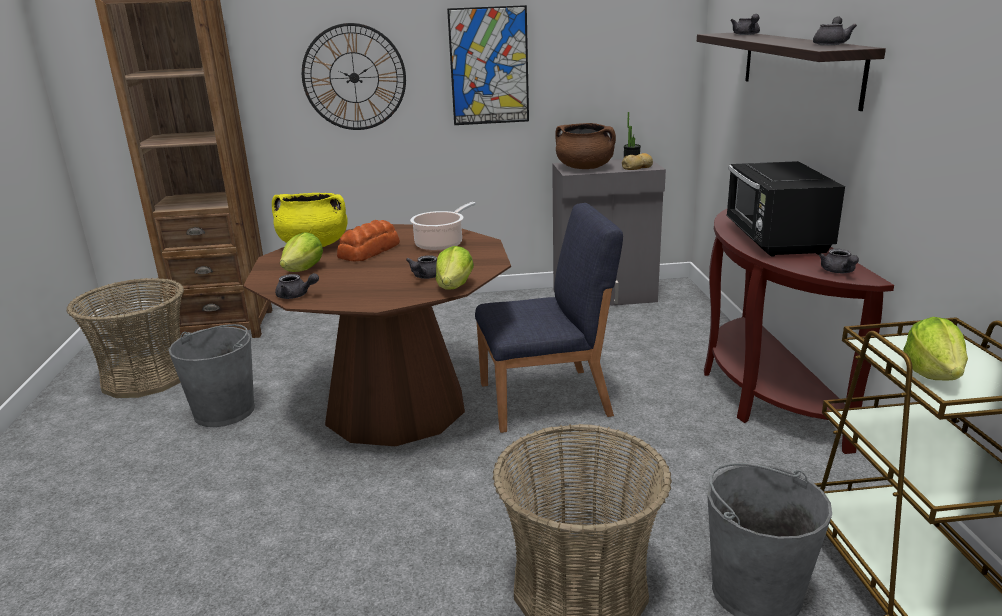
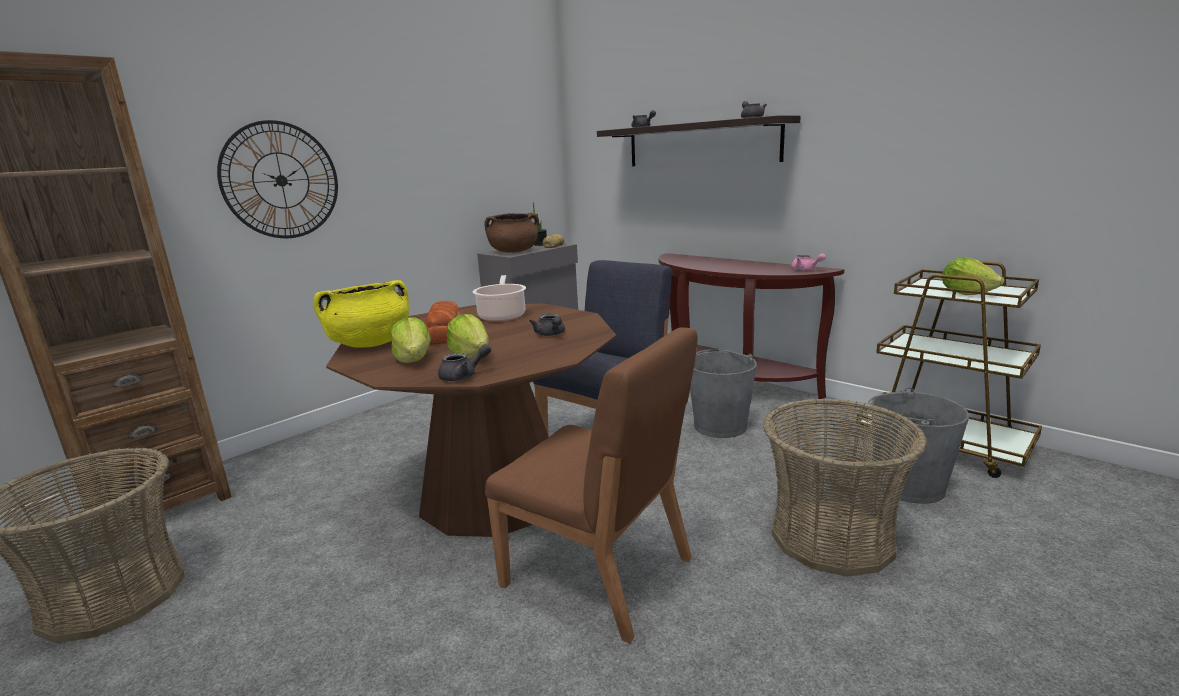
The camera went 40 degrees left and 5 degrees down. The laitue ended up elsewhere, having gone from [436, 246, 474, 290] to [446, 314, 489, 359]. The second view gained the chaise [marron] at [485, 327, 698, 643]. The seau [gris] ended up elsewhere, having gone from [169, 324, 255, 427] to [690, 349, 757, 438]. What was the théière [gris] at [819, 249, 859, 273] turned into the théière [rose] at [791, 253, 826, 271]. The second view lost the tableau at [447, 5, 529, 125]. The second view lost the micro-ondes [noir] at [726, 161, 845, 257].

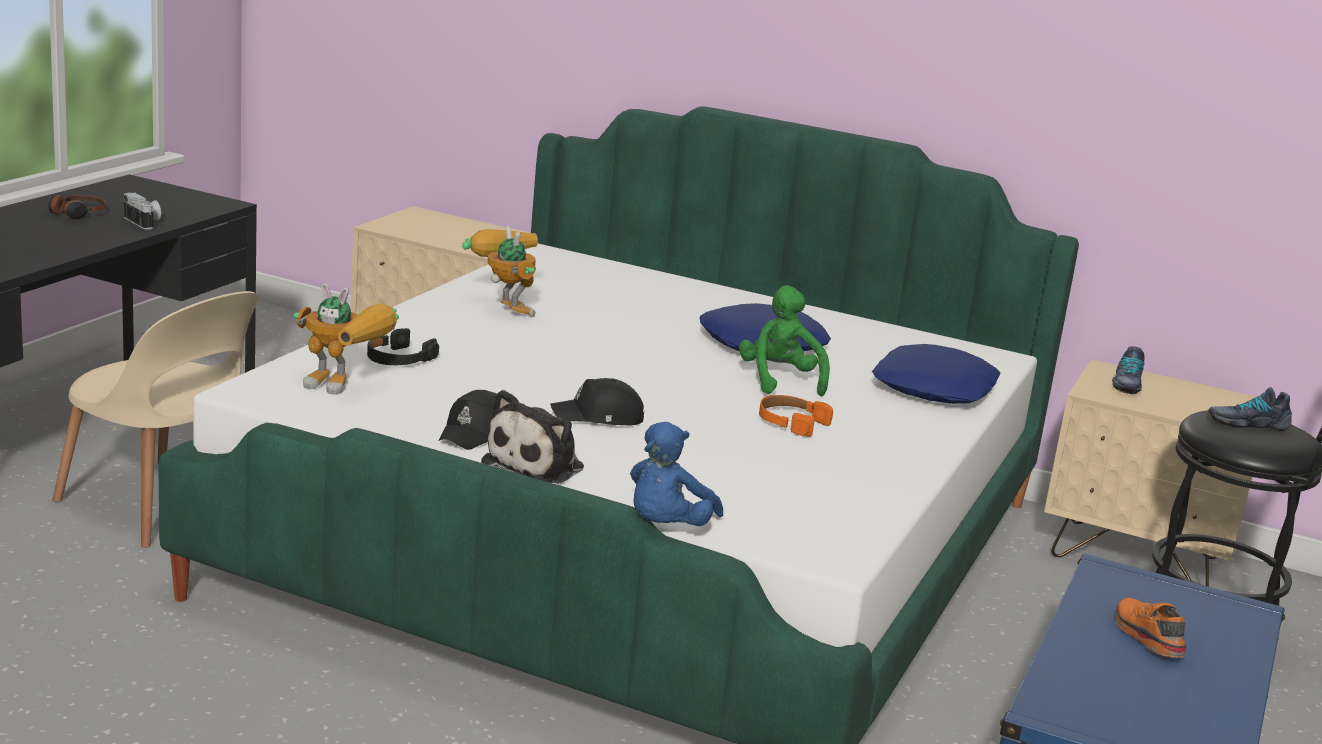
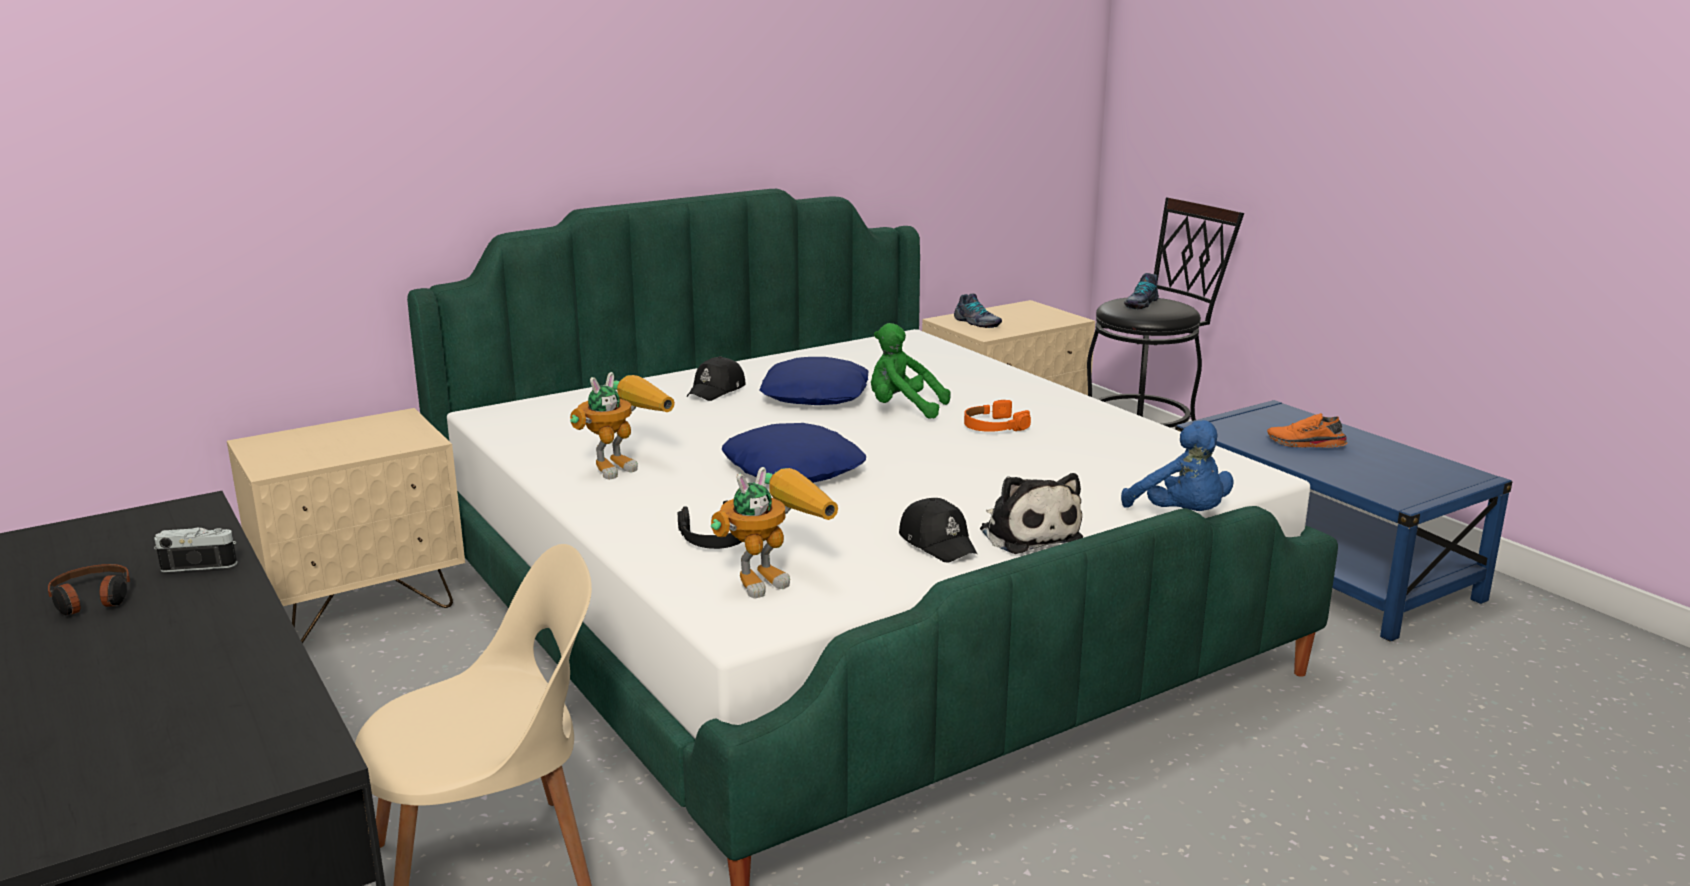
The camera went 55 degrees left and 0 degrees up. The robot jouet at [462, 226, 538, 317] ended up facing another way, 135 degrees clockwise from before. The casquette [noir] ended up elsewhere, having gone from [550, 378, 644, 425] to [687, 356, 746, 401]. The coussin [bleu] ended up elsewhere, having gone from [872, 344, 1001, 404] to [722, 423, 866, 483].

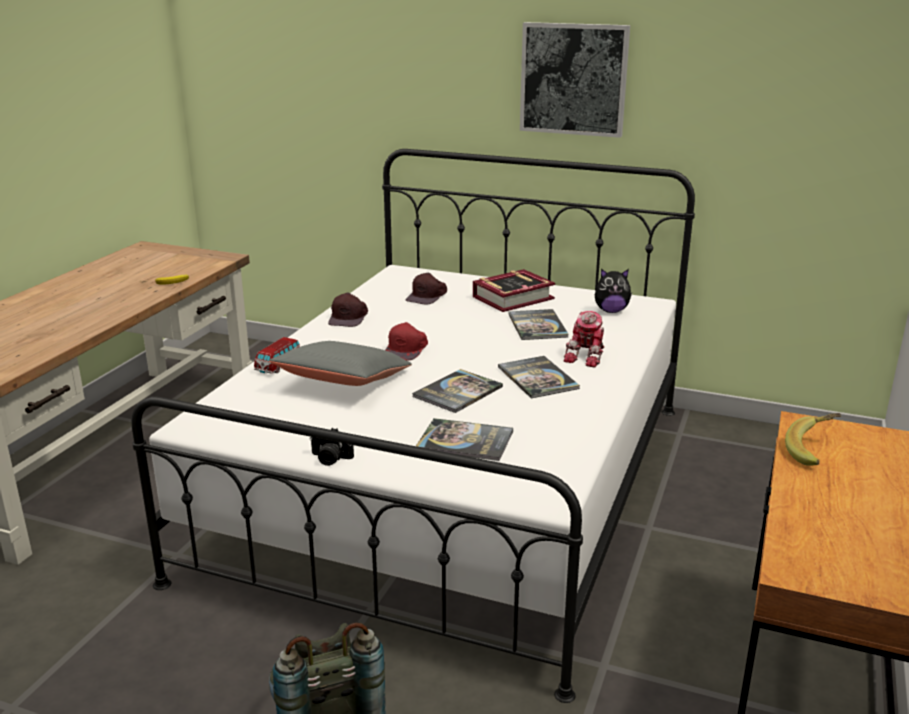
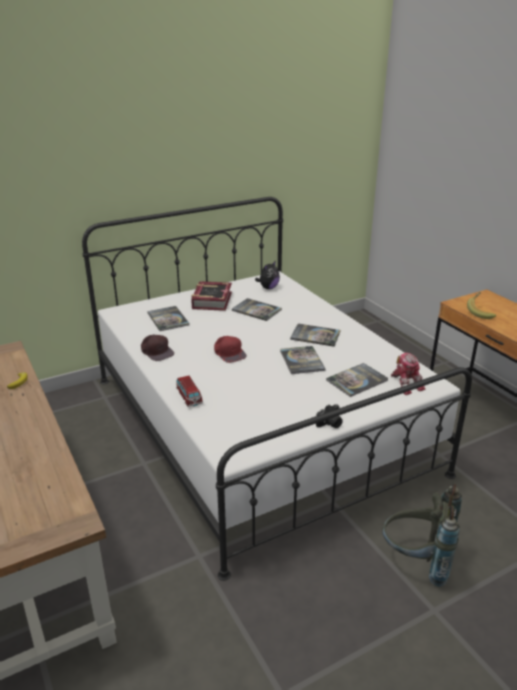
The camera went 50 degrees left and 5 degrees up. Where the casquette [marron] stood at [406, 273, 447, 305], the livre came to stand at [147, 306, 189, 331]. The robot jouet ended up elsewhere, having gone from [564, 311, 605, 368] to [391, 353, 425, 395]. The second view lost the coussin [gris] at [269, 341, 412, 386]. The second view lost the tableau at [520, 22, 630, 138].

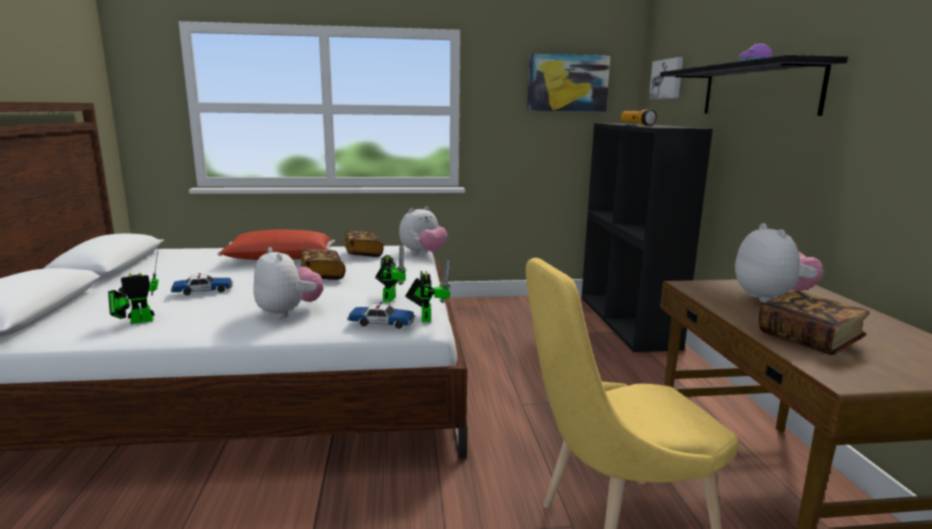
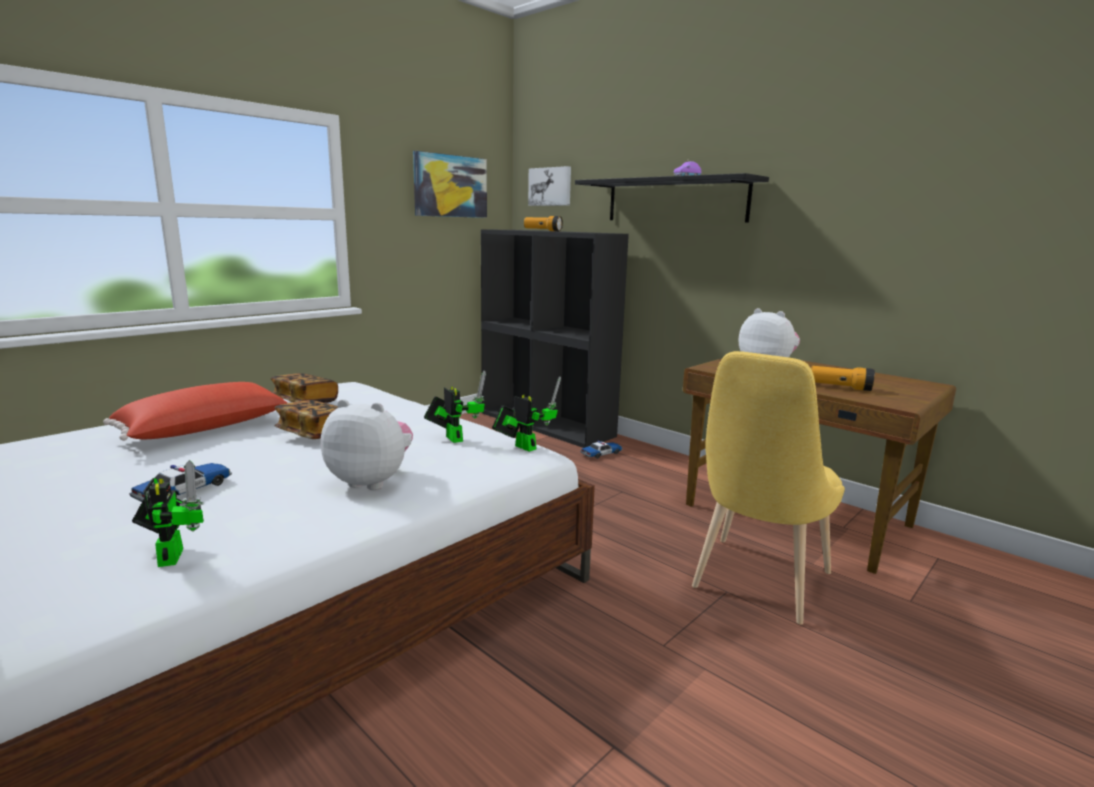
The camera went 40 degrees left and 0 degrees up. The robot jouet at [108, 249, 159, 324] ended up facing another way, 135 degrees clockwise from before. The petite voiture ended up elsewhere, having gone from [347, 302, 415, 329] to [580, 441, 623, 459]. Where the livre stood at [759, 291, 870, 355], the lampe de poche came to stand at [811, 366, 875, 391]. The second view lost the peluche at [399, 206, 448, 254].

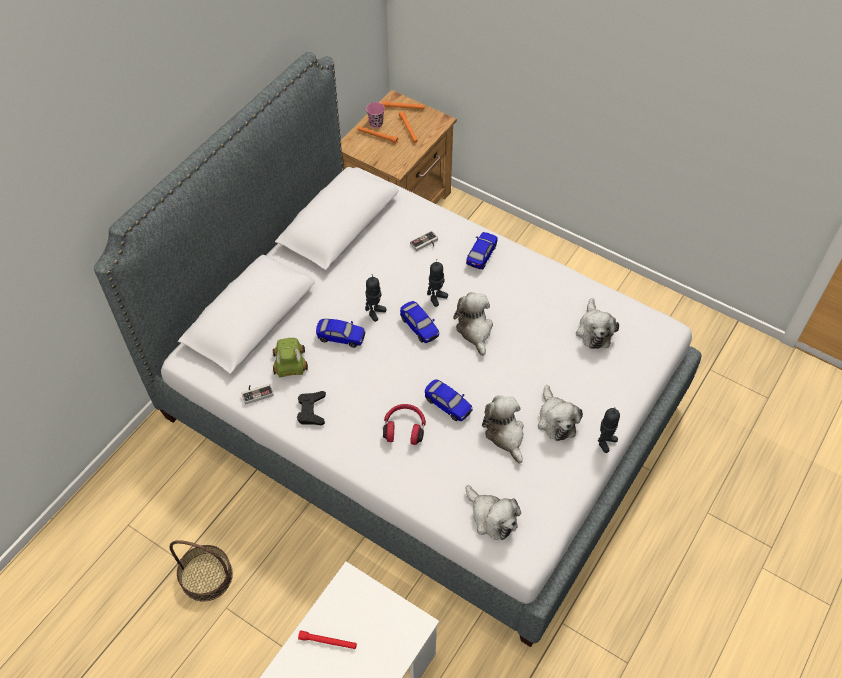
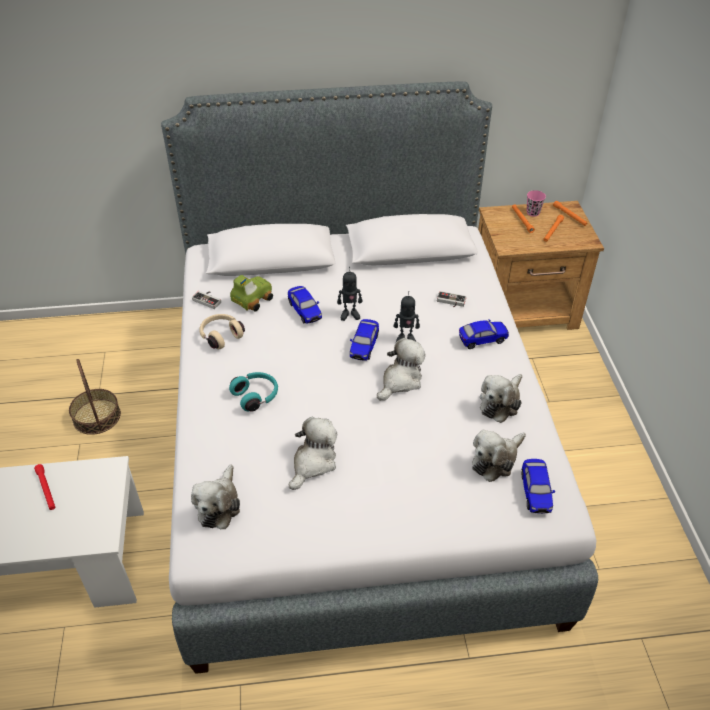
The camera went 50 degrees right and 10 degrees down. Where the manette [noir] stood at [297, 391, 326, 426], the casque audio [beige] came to stand at [200, 314, 245, 349]. What was the casque audio [rouge] at [383, 404, 426, 445] turned into the casque audio [turquoise] at [229, 372, 278, 412]. The peluche ended up elsewhere, having gone from [538, 385, 583, 441] to [480, 374, 522, 423]. The petite voiture ended up elsewhere, having gone from [425, 379, 473, 421] to [521, 459, 555, 514]. The second view lost the robot jouet at [598, 407, 620, 453].

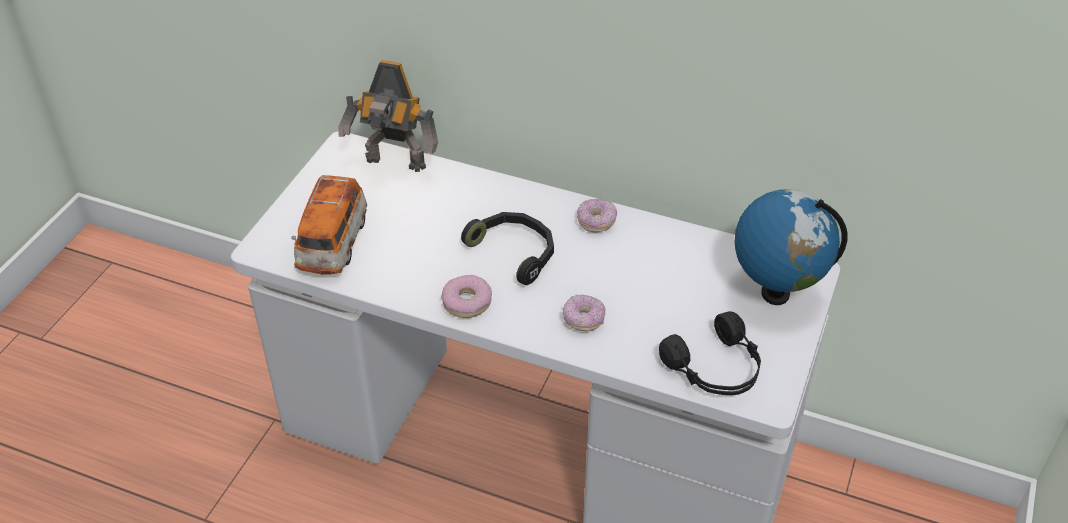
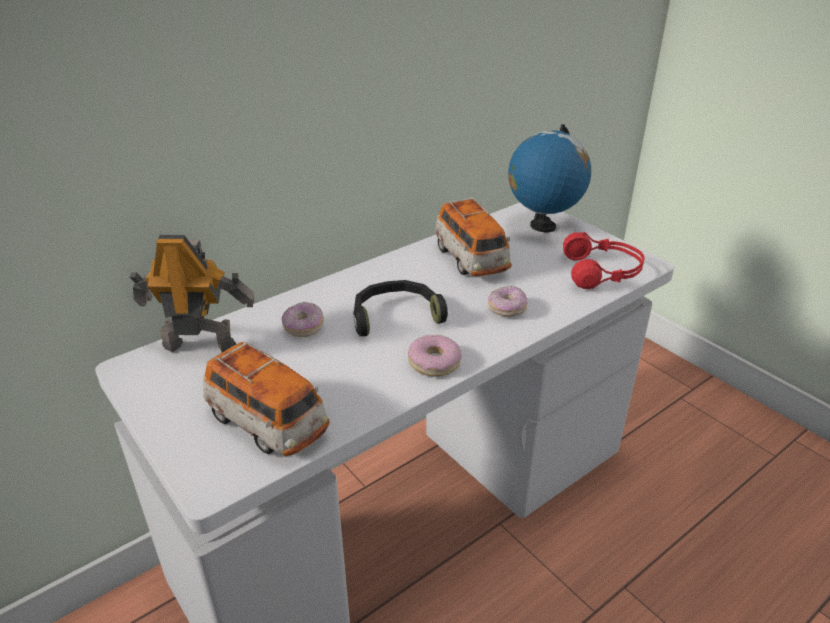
The camera went 60 degrees left and 10 degrees down. The robot jouet at [338, 60, 438, 172] ended up facing another way, 135 degrees counterclockwise from before. The beignet ended up elsewhere, having gone from [577, 199, 617, 233] to [282, 302, 324, 337]. The second view gained the petite voiture at [435, 197, 511, 276]. What was the casque audio [noir] at [659, 311, 761, 395] turned into the casque audio [rouge] at [563, 232, 645, 289].

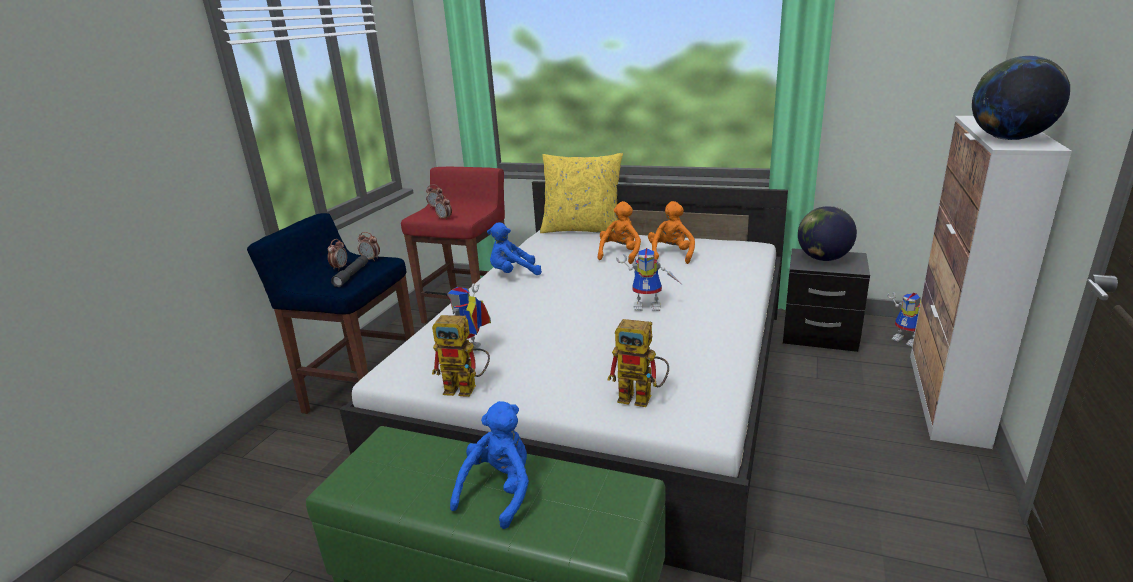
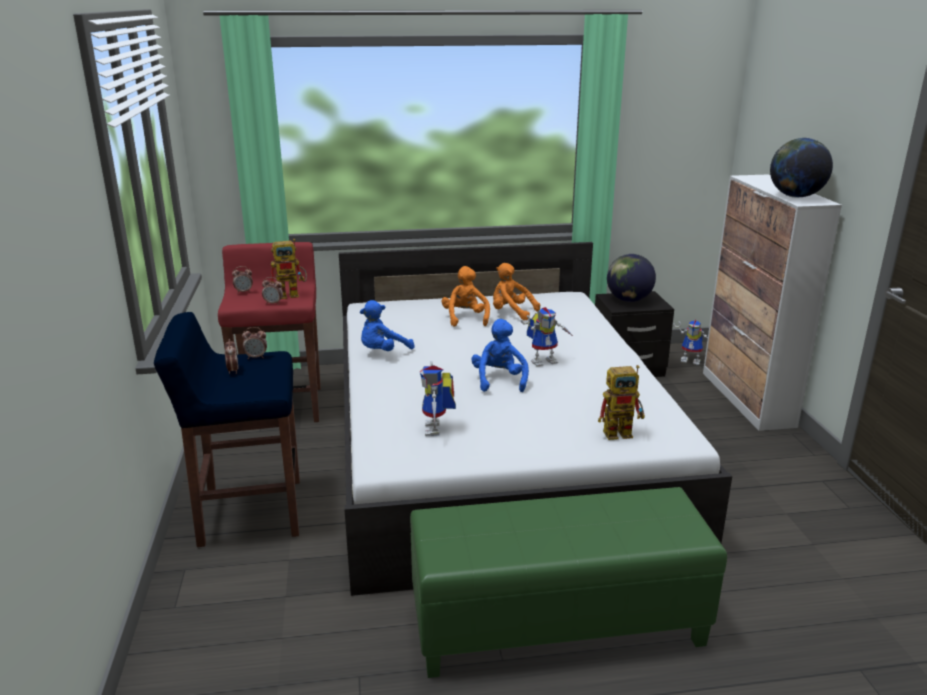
The camera went 30 degrees left and 0 degrees up. The robot jouet ended up elsewhere, having gone from [432, 315, 490, 397] to [271, 239, 307, 299]. The peluche [bleu] ended up elsewhere, having gone from [450, 401, 529, 529] to [471, 319, 529, 392]. The peluche [orange] at [648, 201, 695, 264] ended up facing another way, 45 degrees counterclockwise from before. The second view lost the lampe de poche [gris] at [331, 255, 368, 287]. The second view lost the coussin [jaune] at [540, 153, 623, 233].

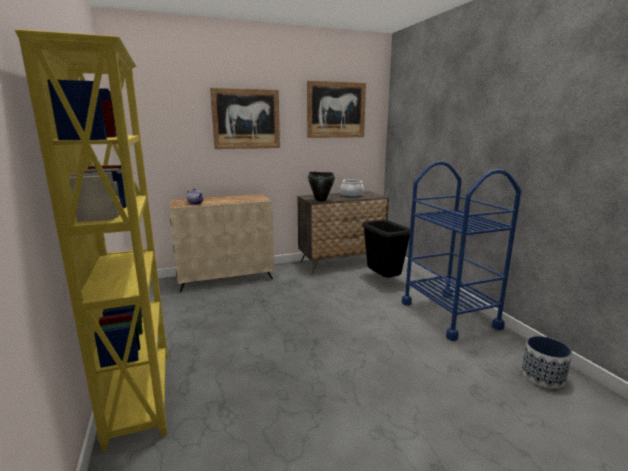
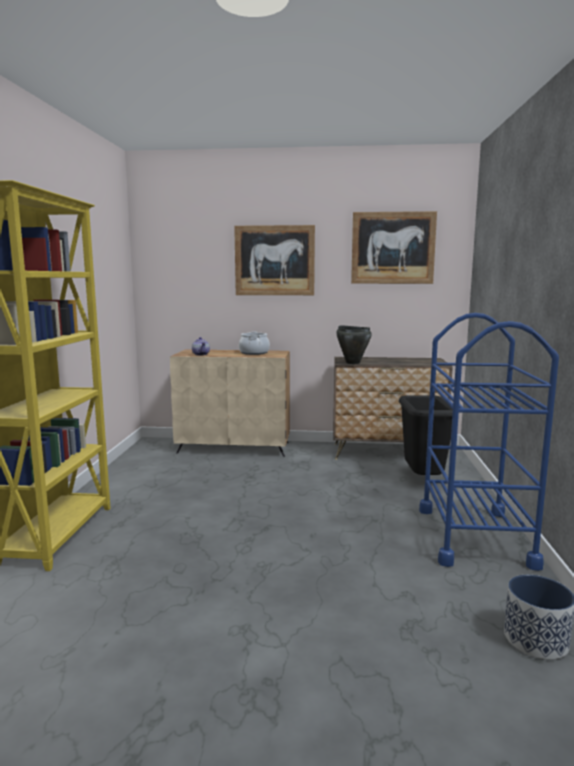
The camera went 25 degrees right and 5 degrees down. The marmite ended up elsewhere, having gone from [340, 179, 364, 197] to [239, 331, 270, 355].

